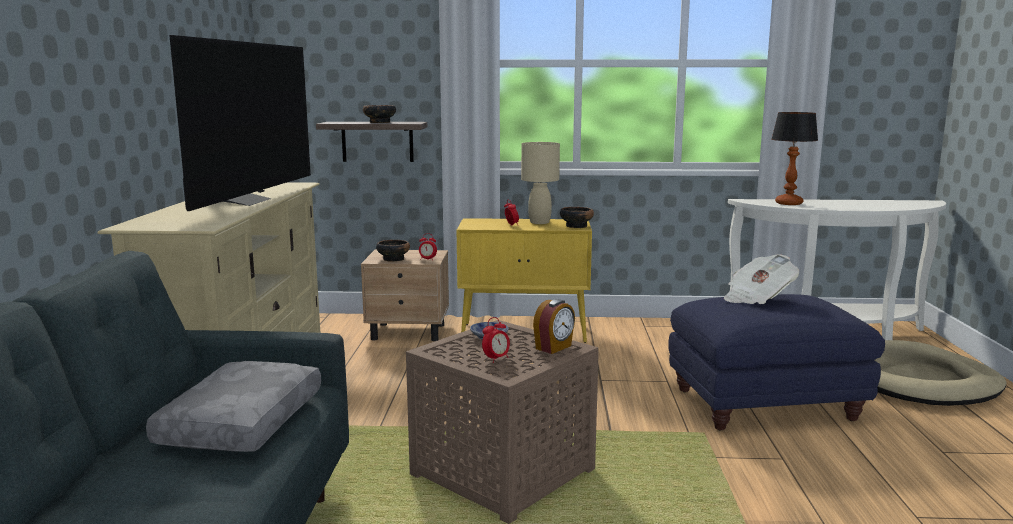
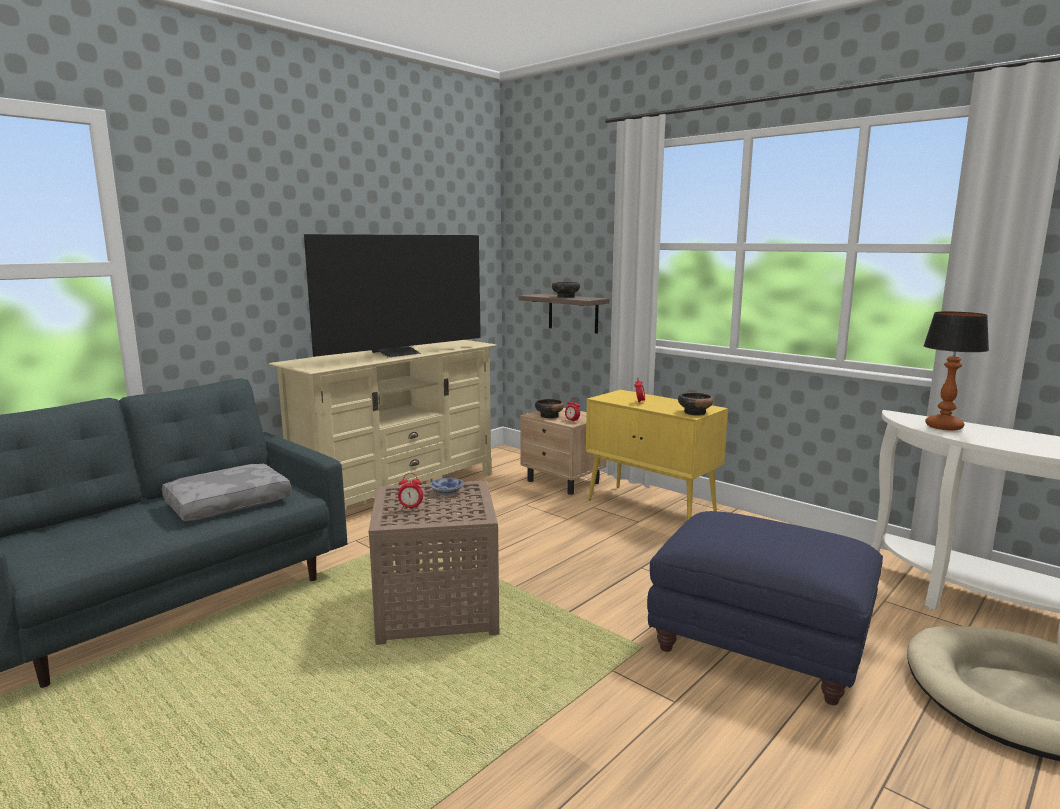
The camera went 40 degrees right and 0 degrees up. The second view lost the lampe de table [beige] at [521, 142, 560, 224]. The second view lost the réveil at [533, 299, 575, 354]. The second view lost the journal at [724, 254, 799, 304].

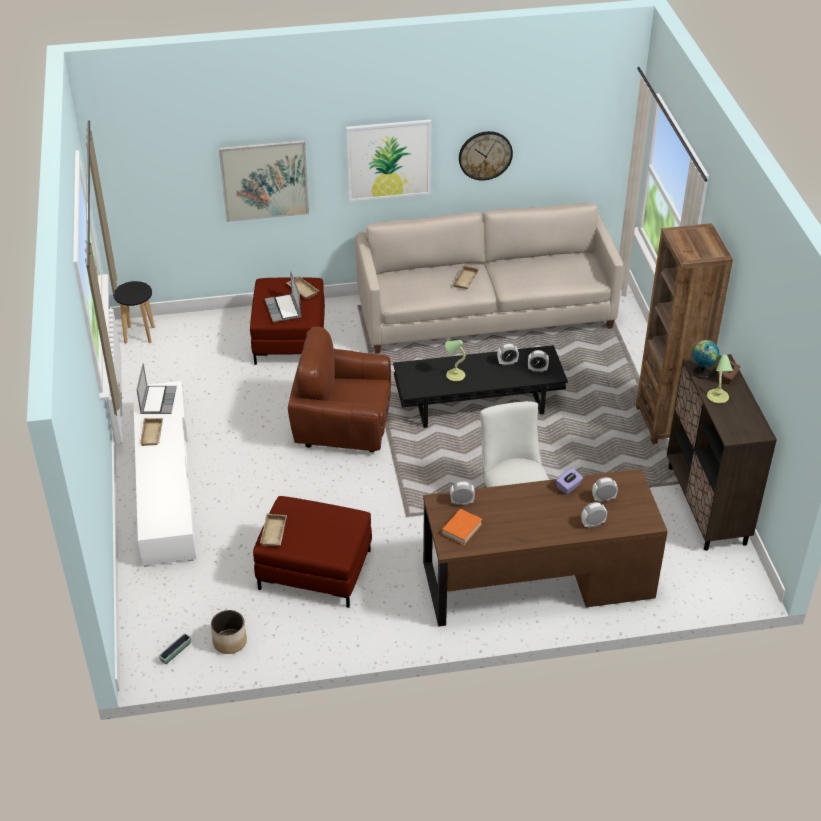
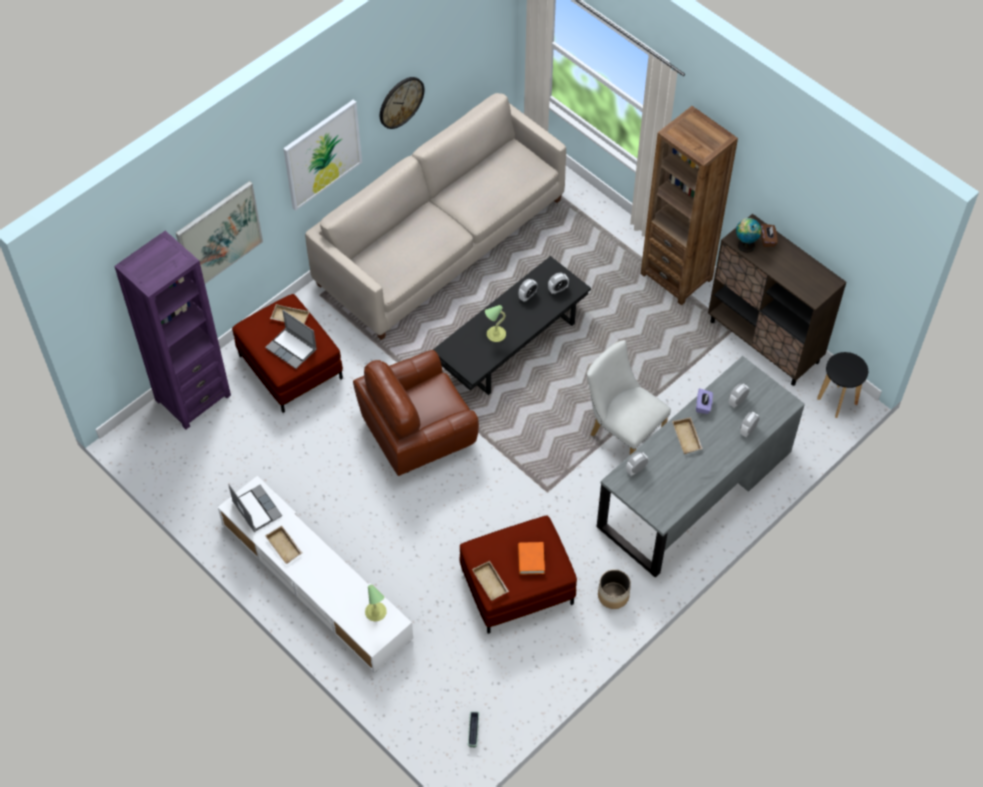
The camera went 35 degrees left and 15 degrees up. The second view gained the bibliothèque [violet] at [114, 231, 231, 429]. The lampe de table ended up elsewhere, having gone from [707, 355, 733, 403] to [365, 585, 387, 621]. The livre [orange] ended up elsewhere, having gone from [441, 509, 482, 545] to [518, 542, 545, 575]. What was the bureau [marron] at [423, 469, 668, 627] turned into the bureau [gris] at [597, 356, 805, 578]. The cache-pot ended up elsewhere, having gone from [210, 610, 247, 654] to [598, 569, 631, 609]. The plateau [beige] ended up elsewhere, having gone from [453, 265, 479, 289] to [672, 417, 703, 454]. The tabouret [noir] ended up elsewhere, having gone from [113, 281, 155, 343] to [817, 352, 868, 418].

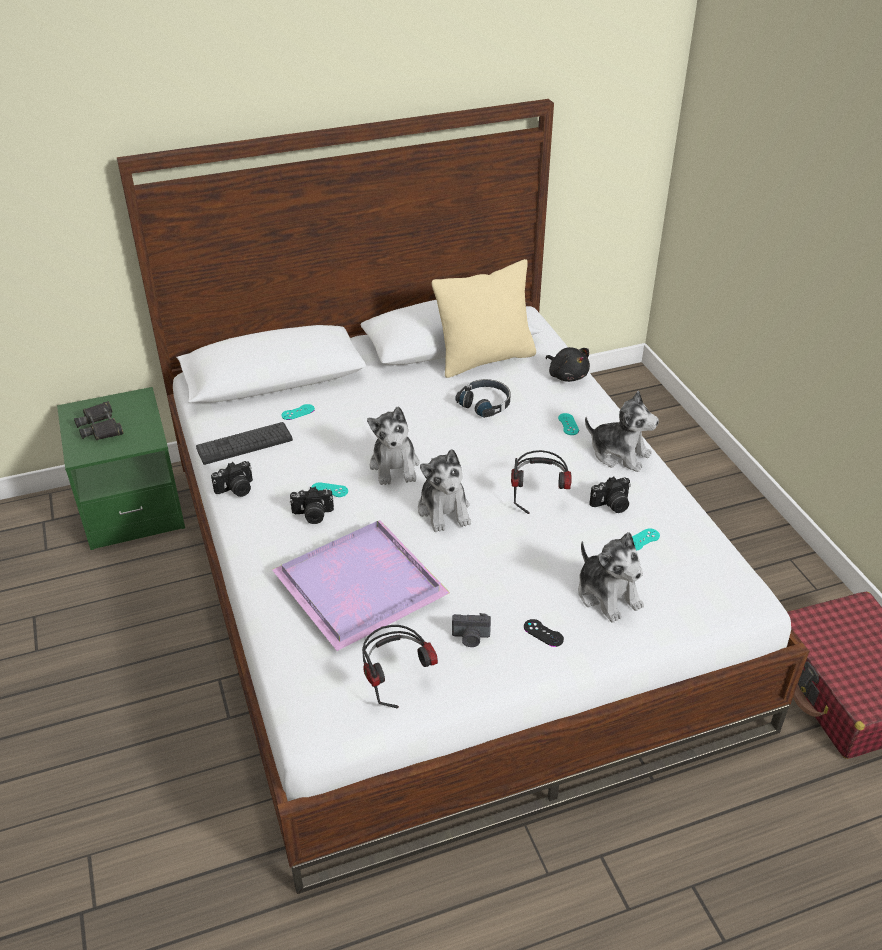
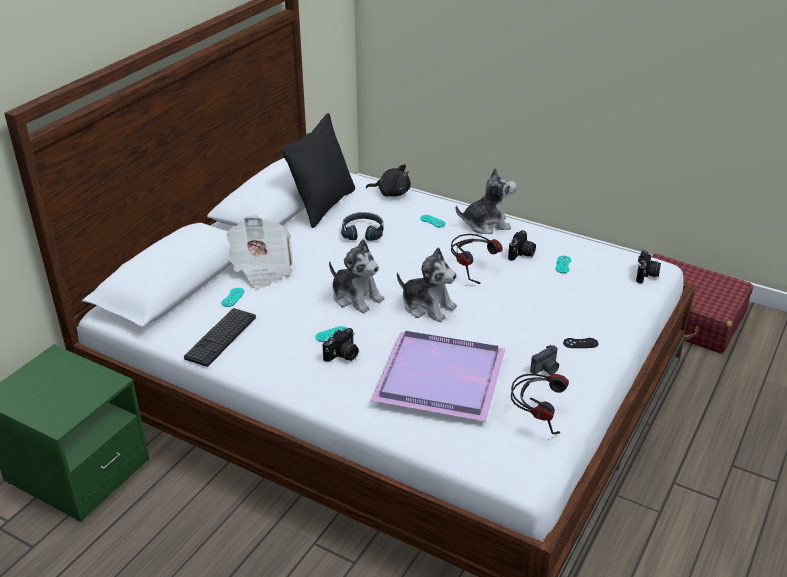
The camera went 40 degrees left and 5 degrees down. The second view gained the journal at [227, 215, 293, 289]. What was the coussin [beige] at [432, 259, 536, 378] turned into the coussin [noir] at [282, 113, 355, 228]. The appareil photo ended up elsewhere, having gone from [211, 461, 253, 497] to [636, 250, 661, 283]. The second view lost the jumelles [noir] at [74, 401, 124, 440]. The second view lost the peluche at [578, 532, 644, 623].

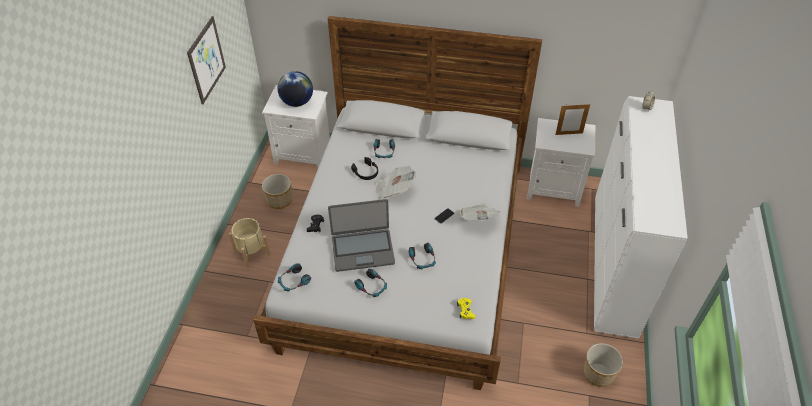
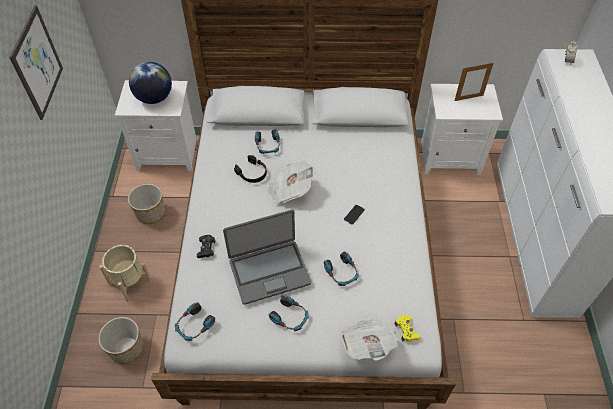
The camera went 10 degrees left and 5 degrees up. The cache-pot ended up elsewhere, having gone from [583, 343, 623, 387] to [98, 317, 143, 364]. The journal ended up elsewhere, having gone from [460, 203, 500, 221] to [342, 317, 398, 361].

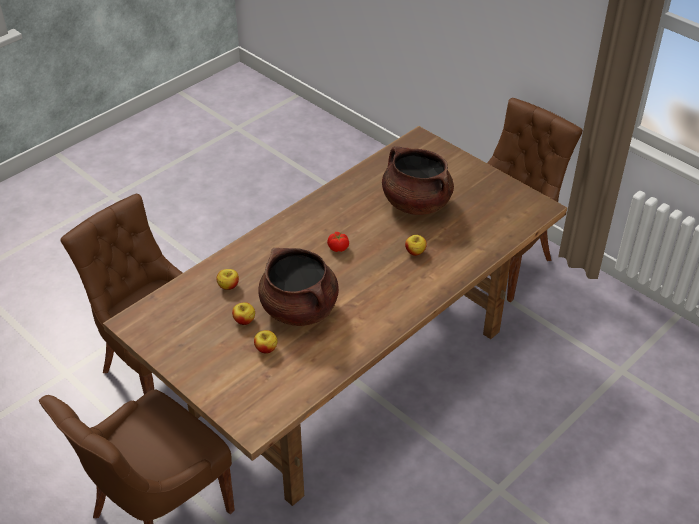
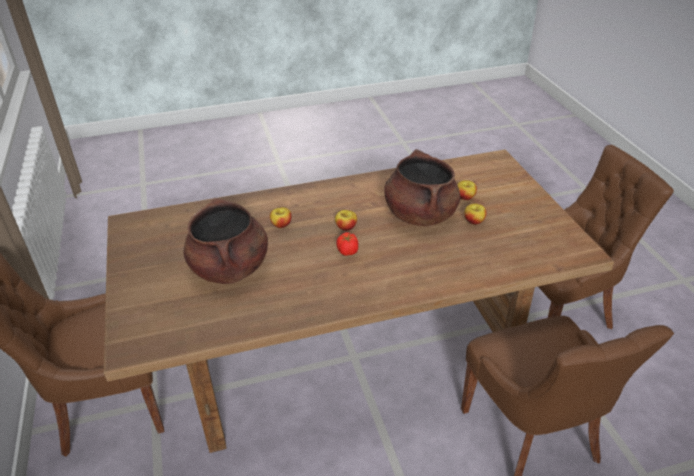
The camera went 150 degrees left and 5 degrees down. The pomme ended up elsewhere, having gone from [217, 269, 239, 290] to [335, 210, 357, 231].

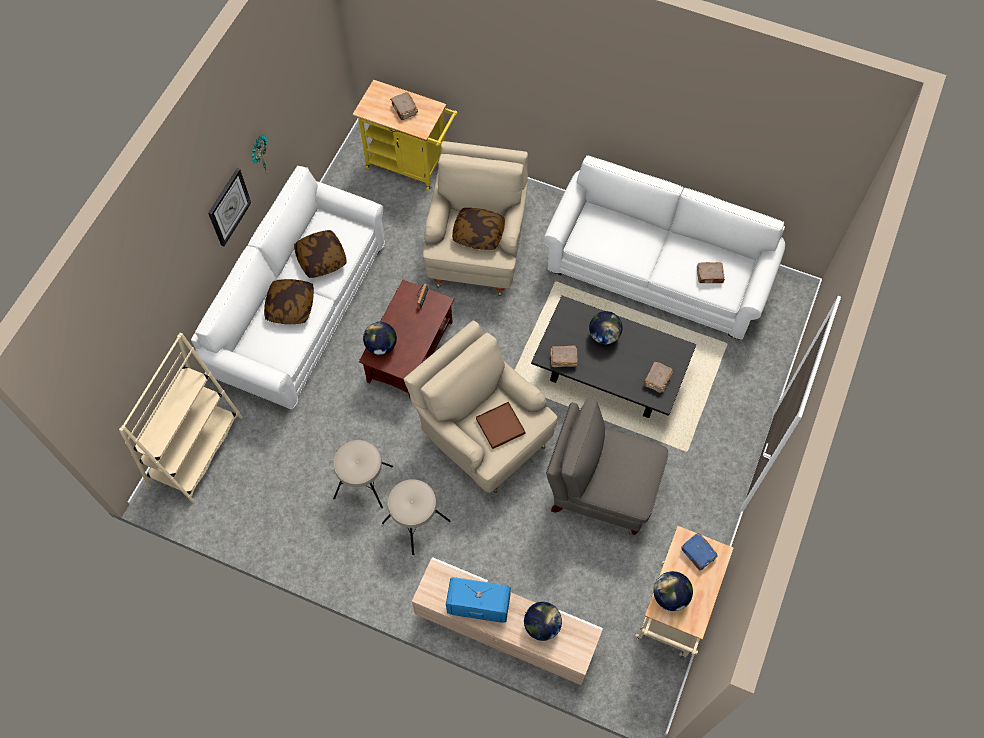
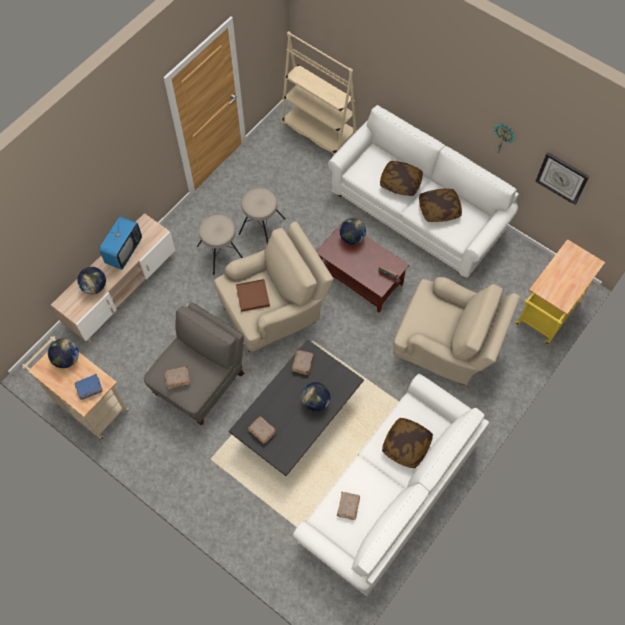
The camera went 105 degrees right and 0 degrees up. The livre [marron] ended up elsewhere, having gone from [390, 92, 418, 120] to [165, 366, 190, 388]. The coussin ended up elsewhere, having gone from [452, 208, 505, 250] to [382, 418, 433, 468]. The horloge murale ended up elsewhere, having gone from [208, 168, 251, 246] to [535, 152, 590, 205].

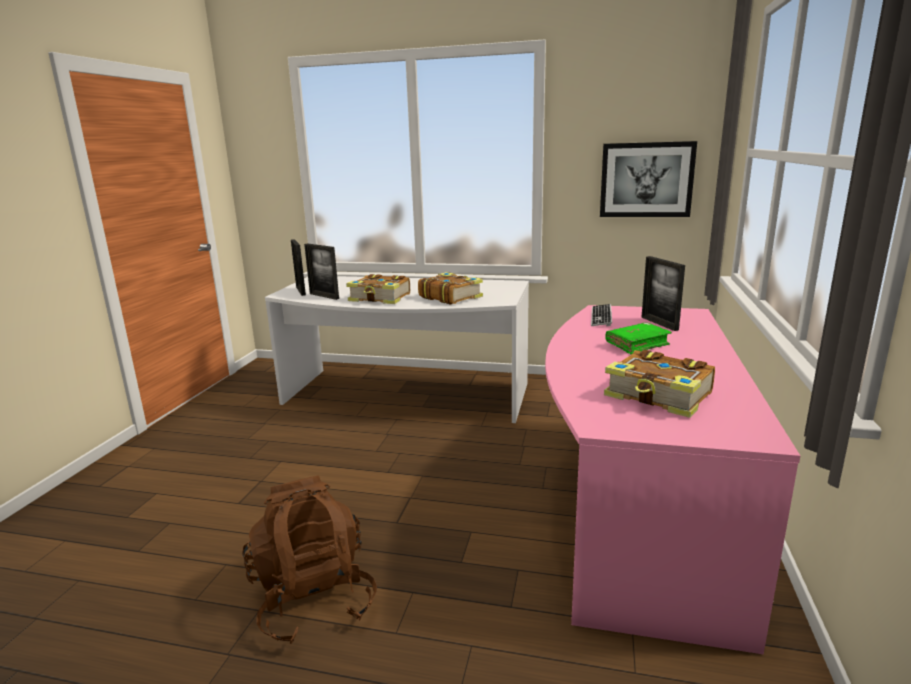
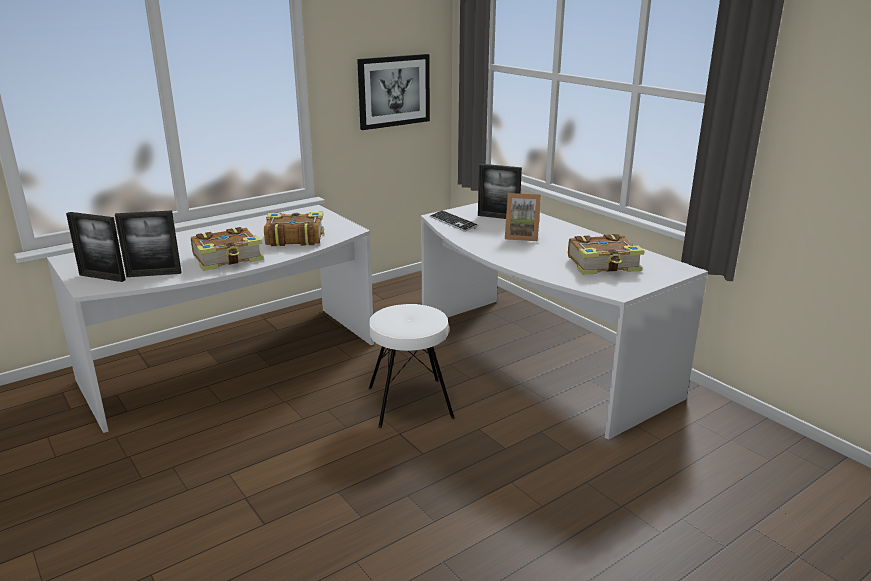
The camera went 50 degrees left and 5 degrees up. The second view gained the tabouret [blanc] at [369, 304, 455, 428]. What was the bureau [rose] at [545, 305, 800, 654] turned into the bureau [blanc] at [421, 203, 708, 440]. Where the livre [vert] stood at [605, 322, 672, 354], the cadre photo came to stand at [505, 193, 541, 241]. The second view lost the sac à dos [marron] at [242, 475, 377, 644].

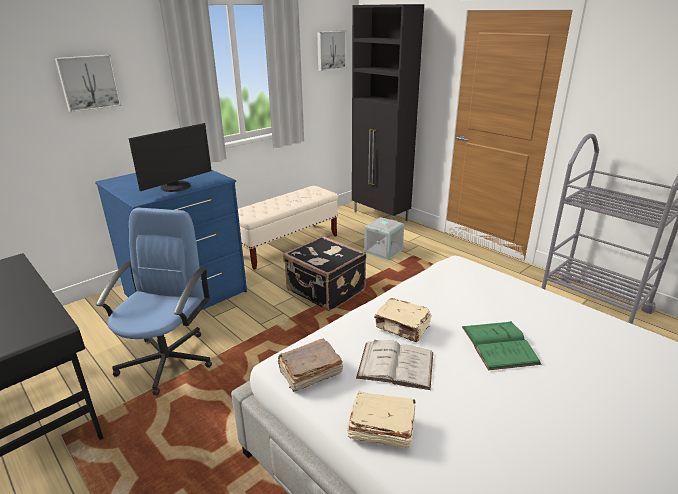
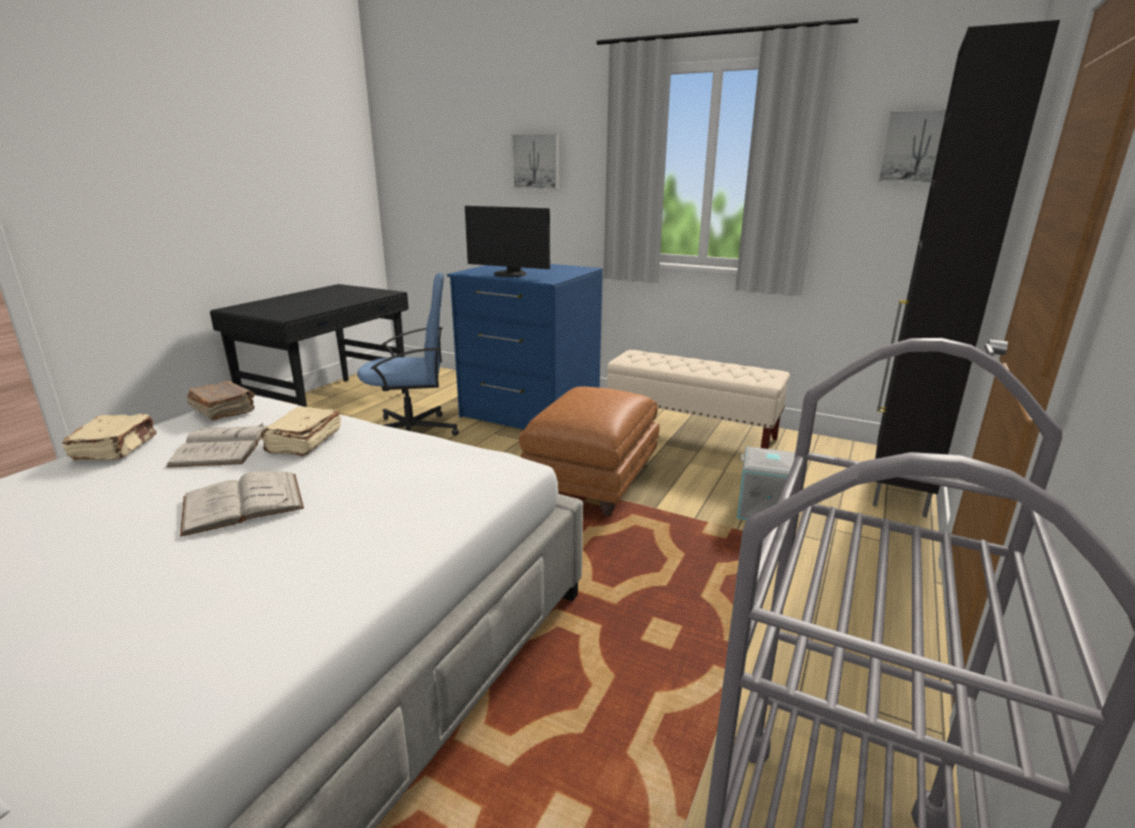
The camera went 70 degrees right and 5 degrees down. What was the livre [vert] at [462, 321, 541, 371] turned into the livre [blanc] at [180, 472, 304, 537]. Where the valise [noir] stood at [283, 236, 366, 311], the pouf [marron] came to stand at [519, 387, 660, 516].

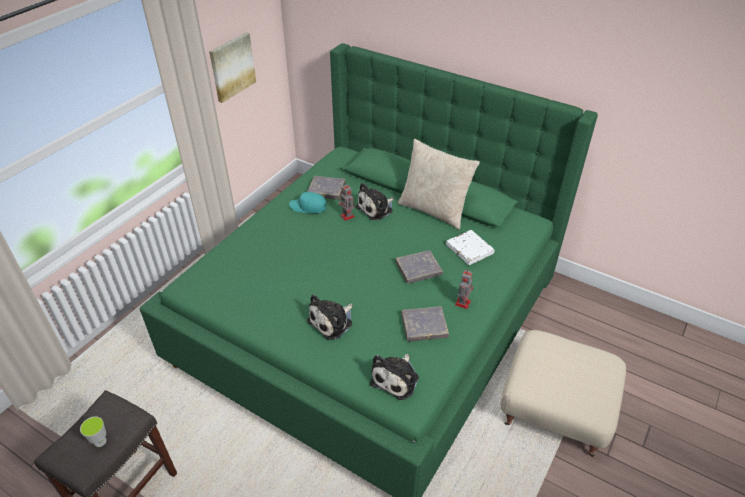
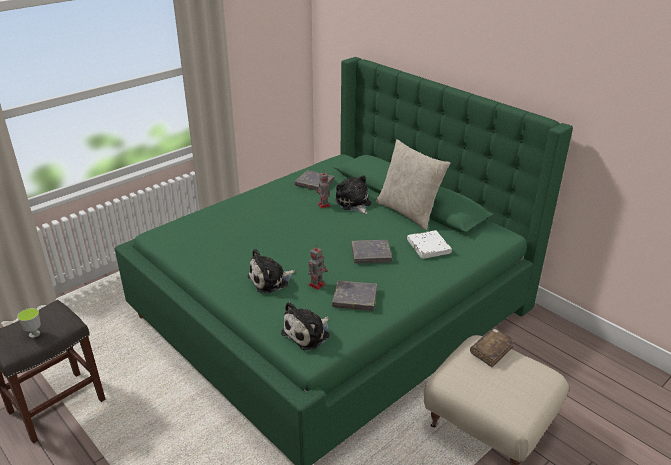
The camera went 15 degrees right and 10 degrees down. The robot jouet ended up elsewhere, having gone from [455, 270, 473, 309] to [308, 246, 327, 290]. The peluche at [356, 183, 394, 220] ended up facing another way, 90 degrees clockwise from before. The second view gained the livre [marron] at [470, 328, 515, 368]. The second view lost the tableau at [209, 32, 256, 103]. The second view lost the casquette [turquoise] at [289, 192, 326, 213].

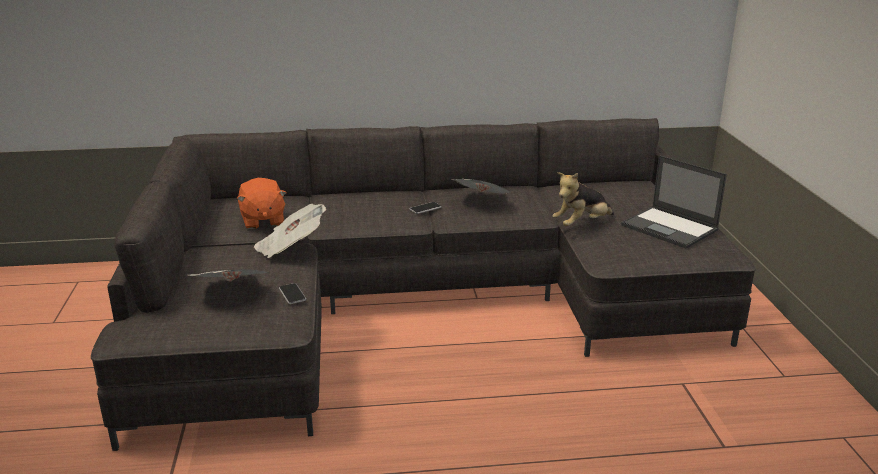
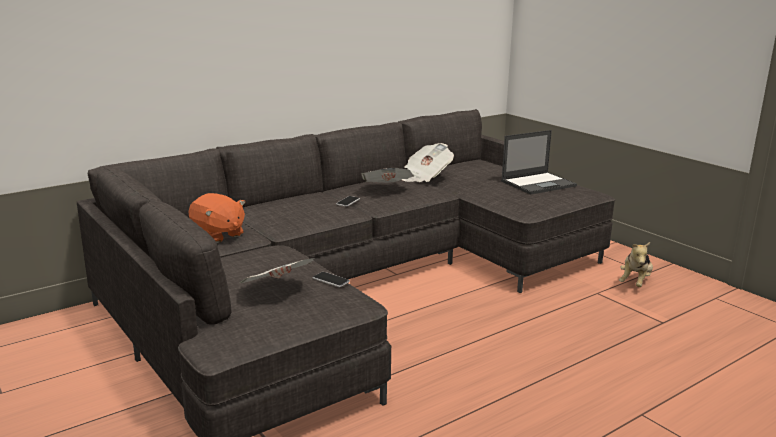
The camera went 30 degrees left and 5 degrees down. The journal ended up elsewhere, having gone from [254, 204, 326, 258] to [401, 143, 454, 182]. The ordinateur portable at [621, 155, 727, 248] ended up facing another way, 45 degrees counterclockwise from before. The peluche ended up elsewhere, having gone from [553, 172, 614, 226] to [619, 242, 653, 287].

